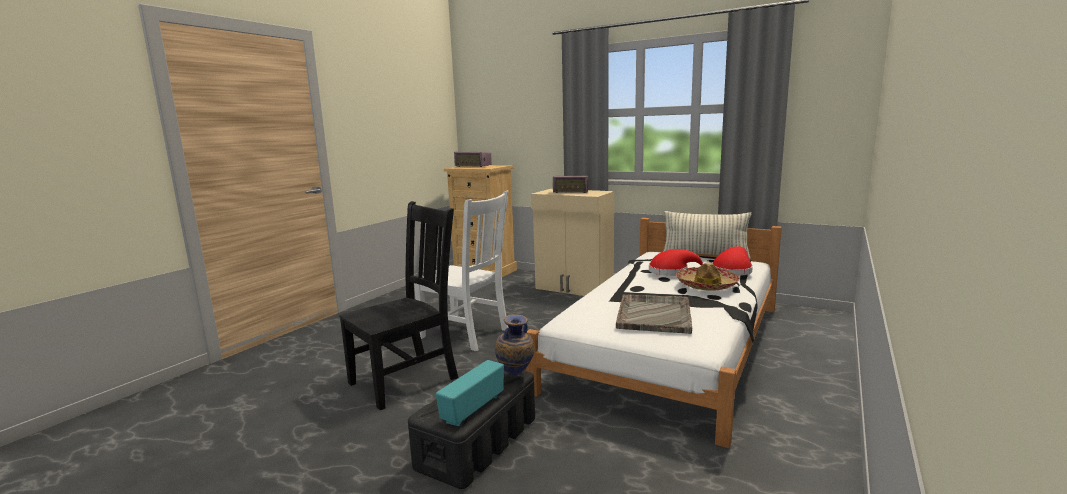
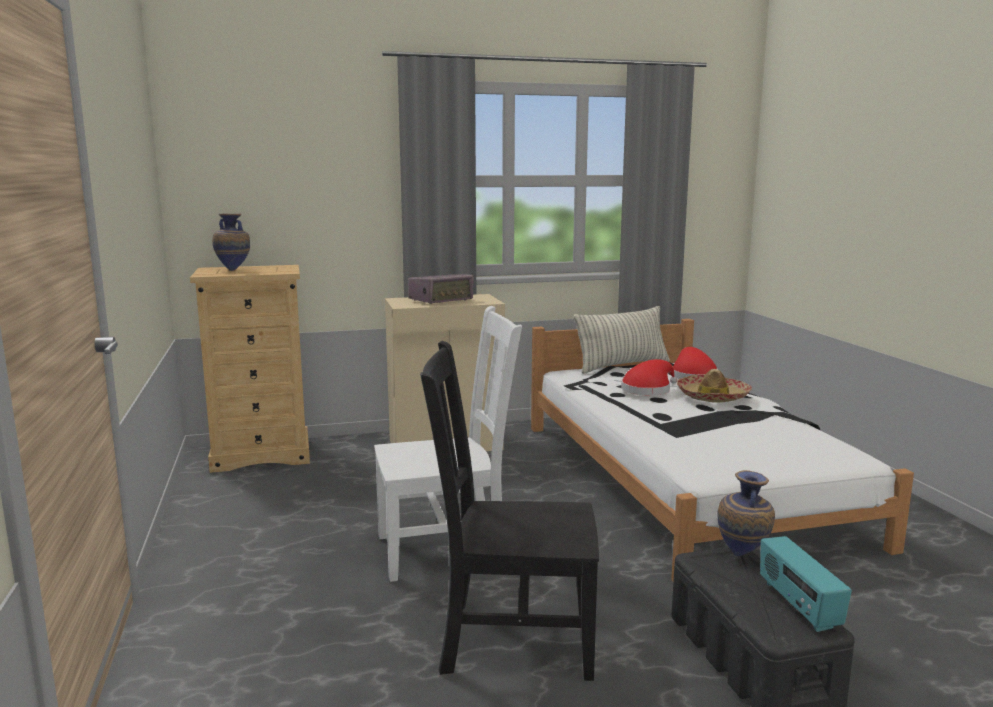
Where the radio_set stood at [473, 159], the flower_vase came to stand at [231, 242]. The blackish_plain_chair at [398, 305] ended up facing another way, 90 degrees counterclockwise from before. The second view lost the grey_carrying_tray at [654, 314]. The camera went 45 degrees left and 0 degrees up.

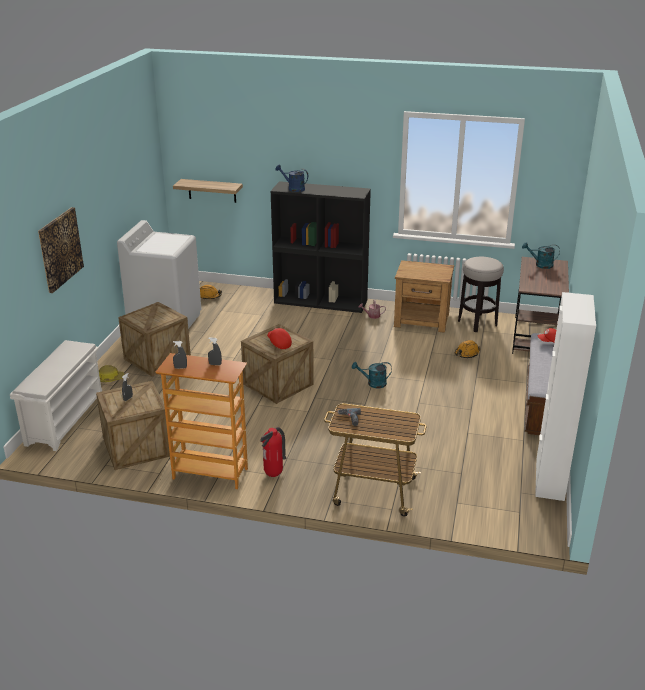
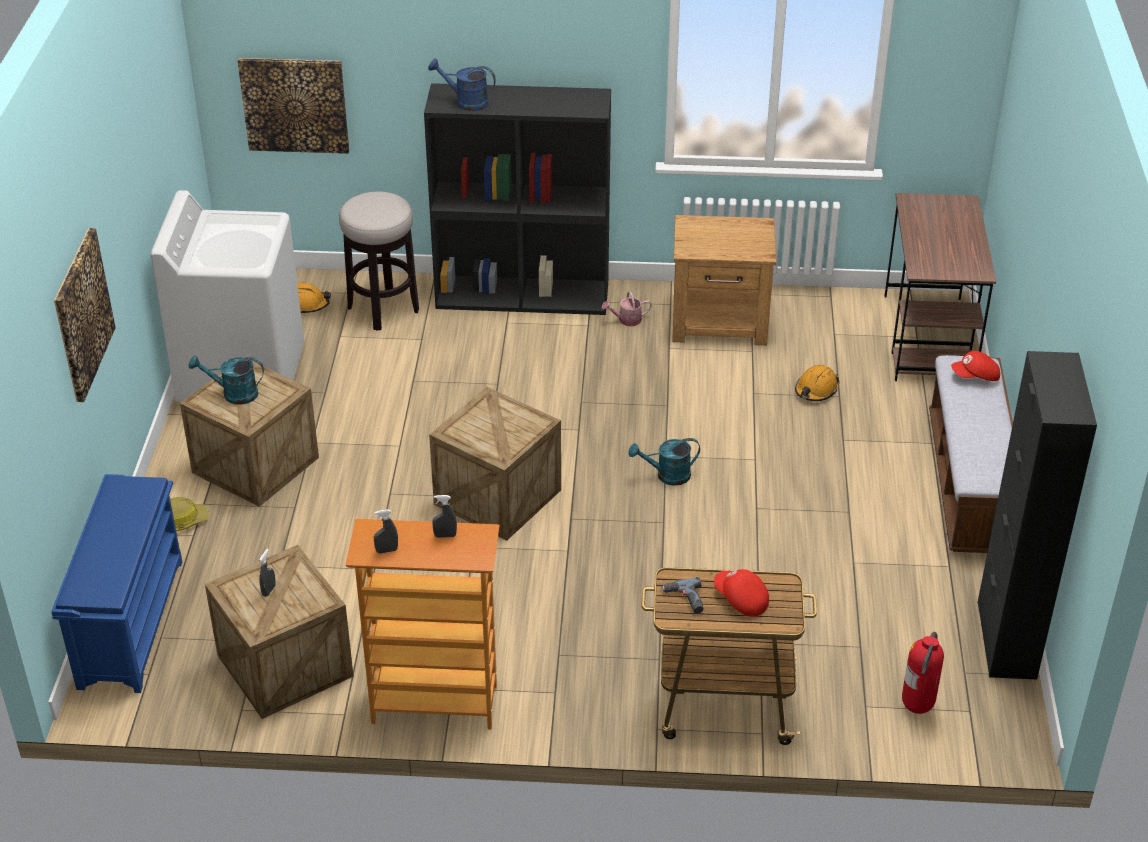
Where the shelf hung at [208, 191], the wall_art came to hang at [293, 106]. The blue-green_sprinkling_can ended up elsewhere, having gone from [541, 255] to [226, 380]. The stool ended up elsewhere, having gone from [481, 294] to [379, 261]. What was the white_cupboard at [565, 396] turned into the blackish_cupboard at [1037, 515]. The red_peaked_cap ended up elsewhere, having gone from [279, 338] to [741, 593]. What was the white_shoe_shelf at [56, 395] turned into the blue-coloured_shoe_shelf at [116, 583]. The fire-fighting_cylinder ended up elsewhere, having gone from [273, 452] to [923, 673]. The camera went 10 degrees left and 10 degrees up.

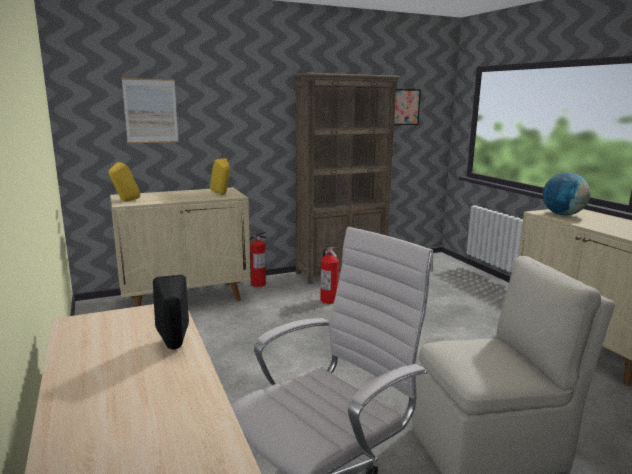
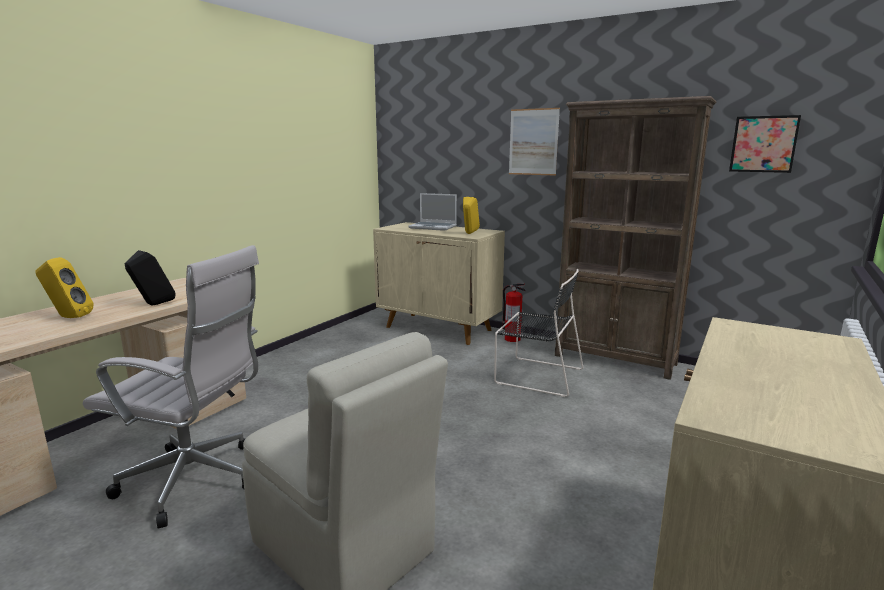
The wall_art ended up elsewhere, having gone from [150, 110] to [534, 142]. The yellow_audio_speaker ended up elsewhere, having gone from [124, 182] to [65, 287]. The second view lost the globe at [567, 193]. Where the fire-fighting_cylinder stood at [329, 275], the blackish_plain_chair came to stand at [538, 333]. The second view gained the laptop at [433, 212]. The camera went 55 degrees right and 0 degrees up.

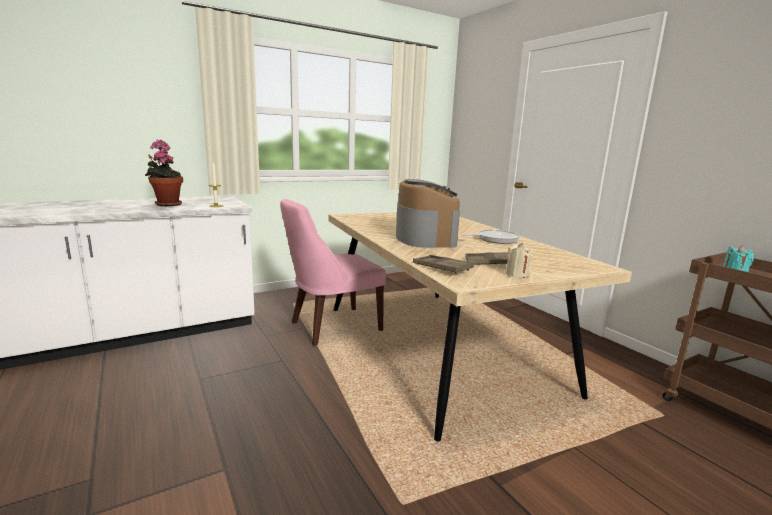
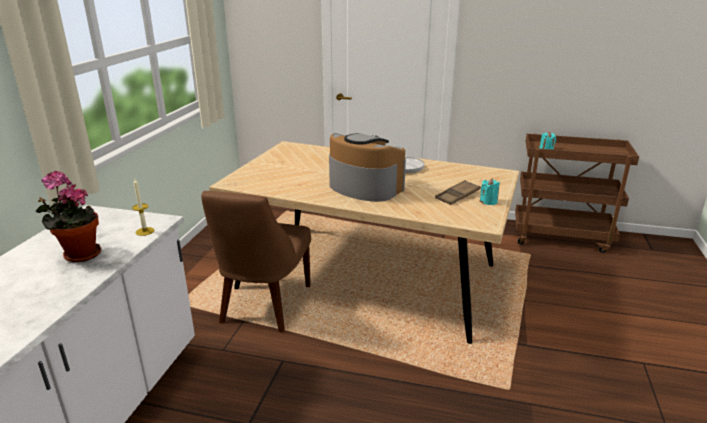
What was the pinkish_plain_chair at [333, 272] turned into the brownish_plain_chair at [256, 262]. What was the beige-coloured_wax_candle at [519, 260] turned into the blue-green_wax_candle at [490, 191]. The second view lost the brownish_carrying_tray at [443, 264]. The camera went 45 degrees left and 10 degrees up.

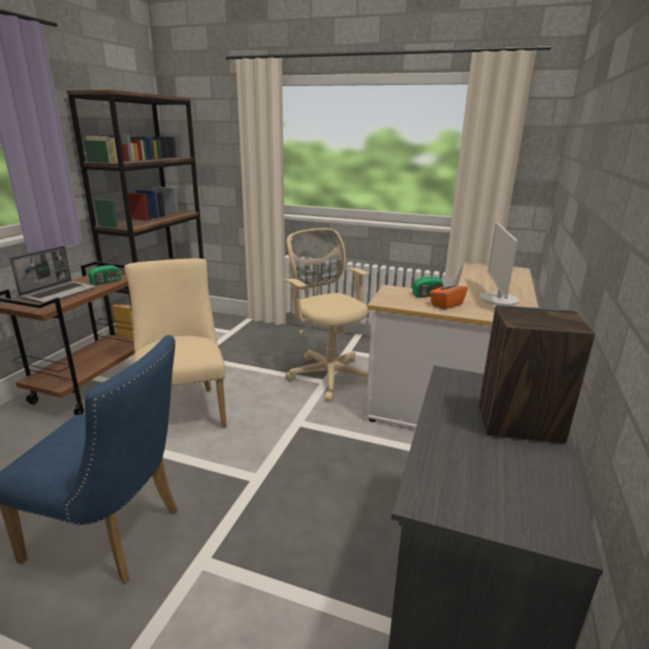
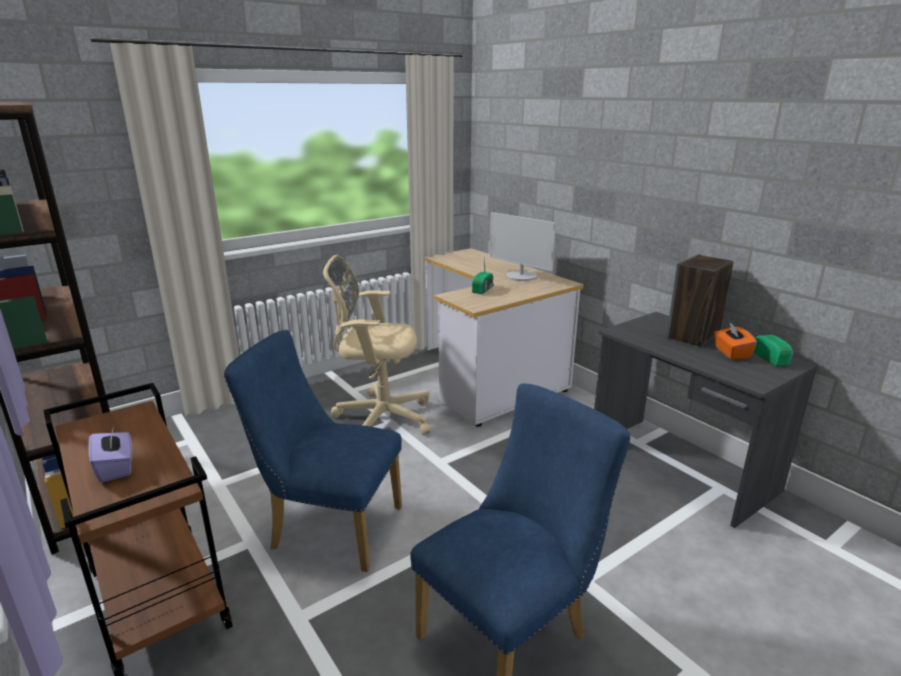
Where the laptop stood at [53, 274], the purple-coloured_tissue_box came to stand at [110, 453]. The radio_set ended up elsewhere, having gone from [104, 268] to [773, 341]. What was the beige-coloured_plain_chair at [175, 343] turned into the blue-coloured_plain_chair at [313, 451]. The orange_tissue_box ended up elsewhere, having gone from [448, 293] to [735, 341]. The camera went 55 degrees left and 0 degrees up.

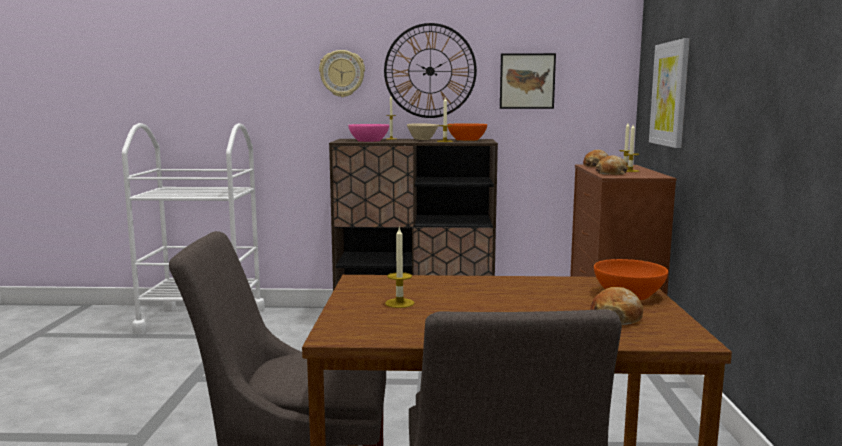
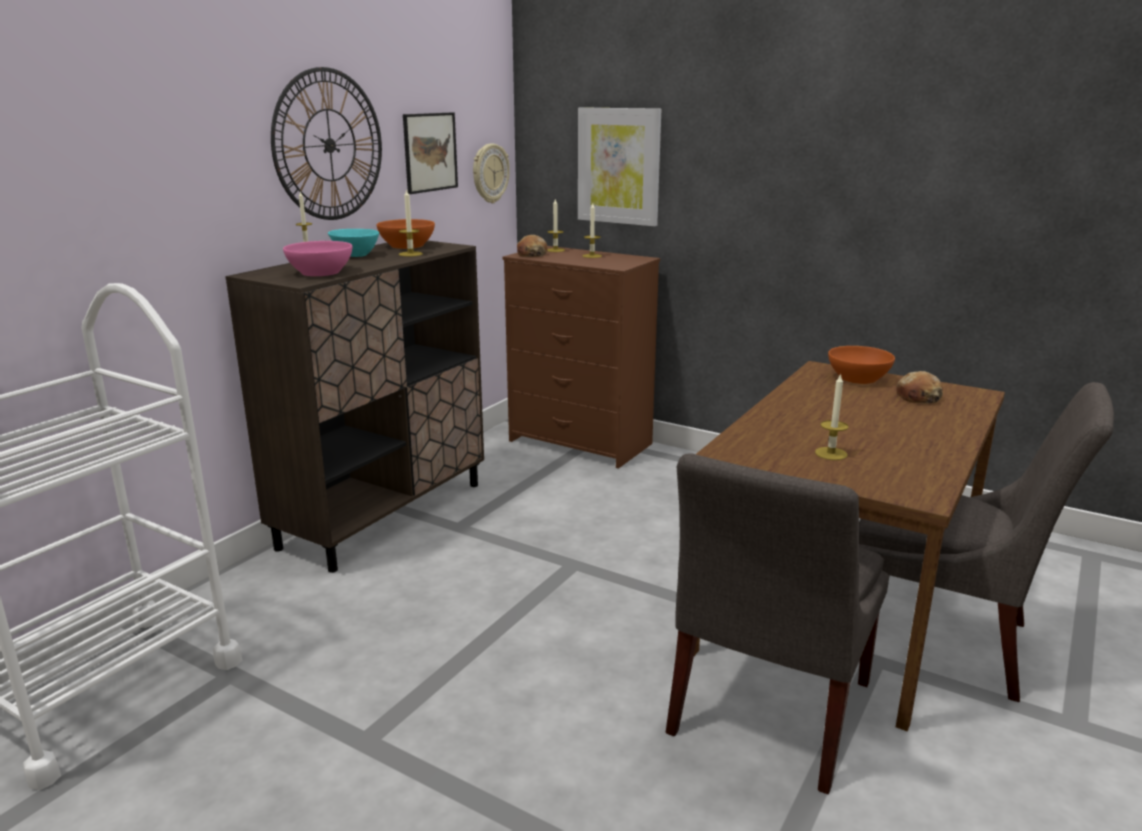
The clock_on_the_wall ended up elsewhere, having gone from [342, 73] to [491, 173]. What was the beige-coloured_deep_dish at [422, 131] turned into the blue-green_deep_dish at [353, 243]. The second view lost the bread at [611, 165]. The camera went 60 degrees left and 10 degrees up.

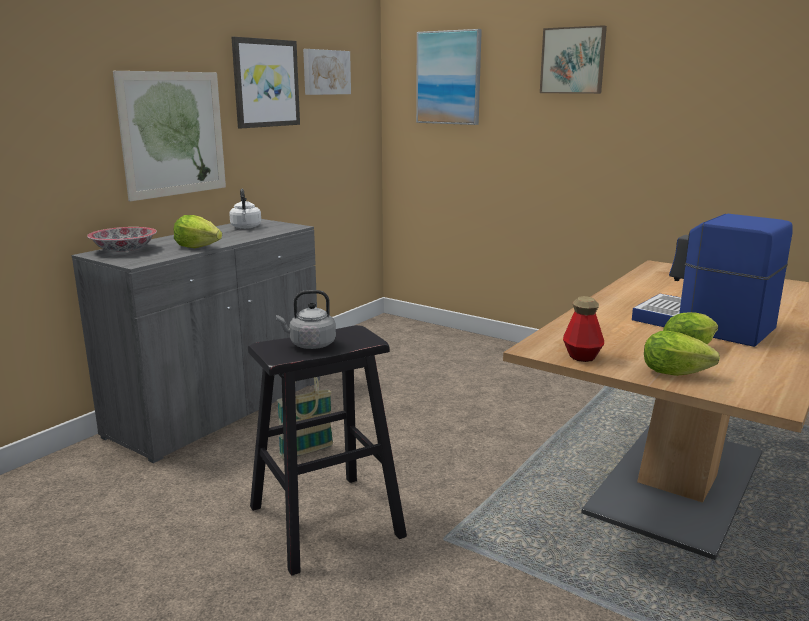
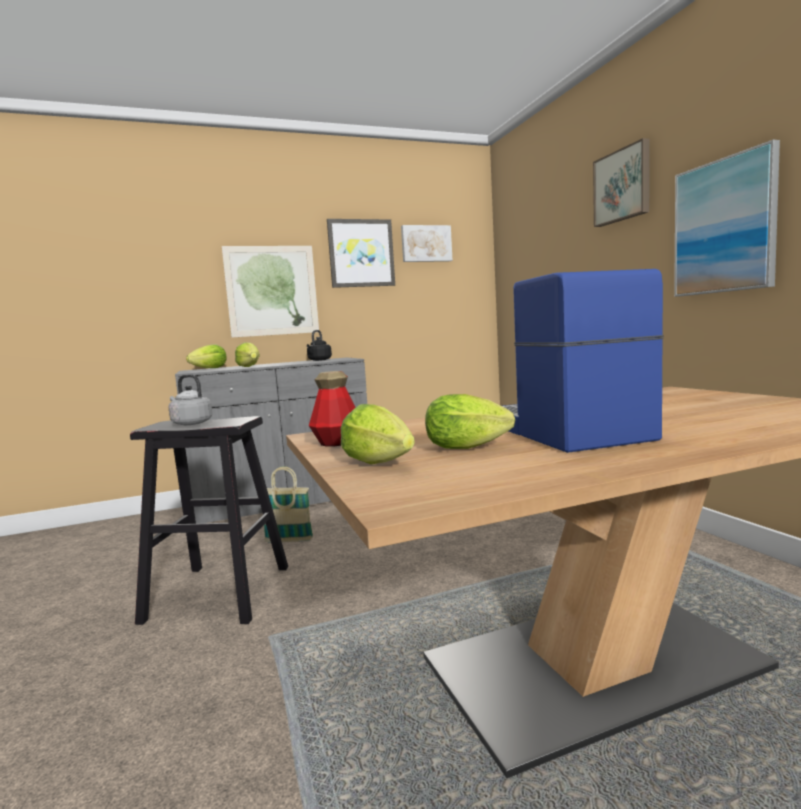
The wall_art ended up elsewhere, having gone from [449, 77] to [727, 218]. What was the white_tea_kettle at [245, 209] turned into the blackish_tea_kettle at [319, 345]. Where the deep_dish stood at [122, 239], the head_of_lettuce came to stand at [206, 356]. The camera went 35 degrees right and 10 degrees down.

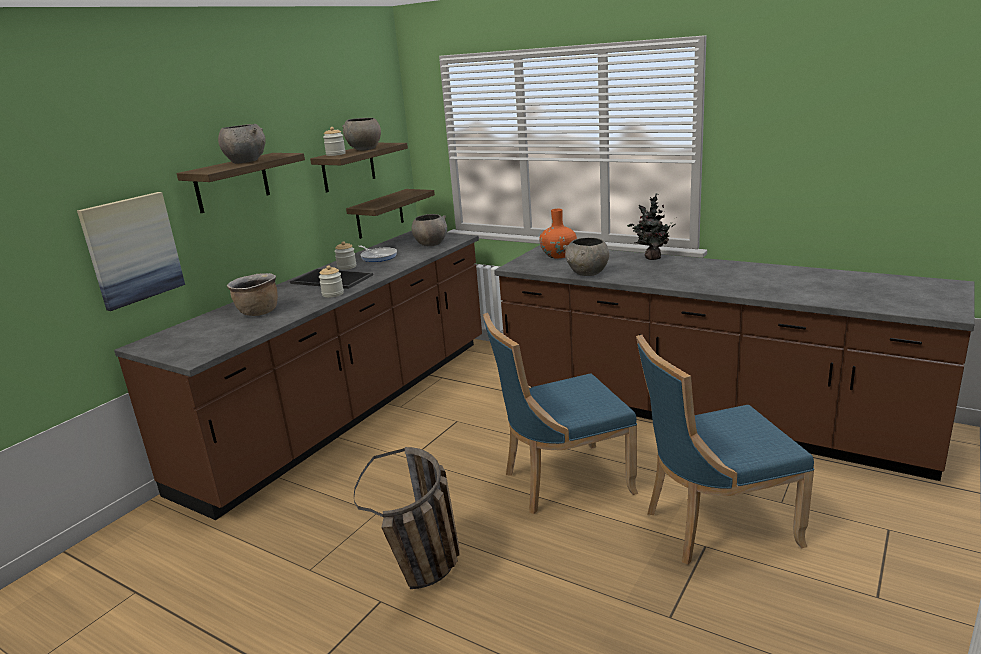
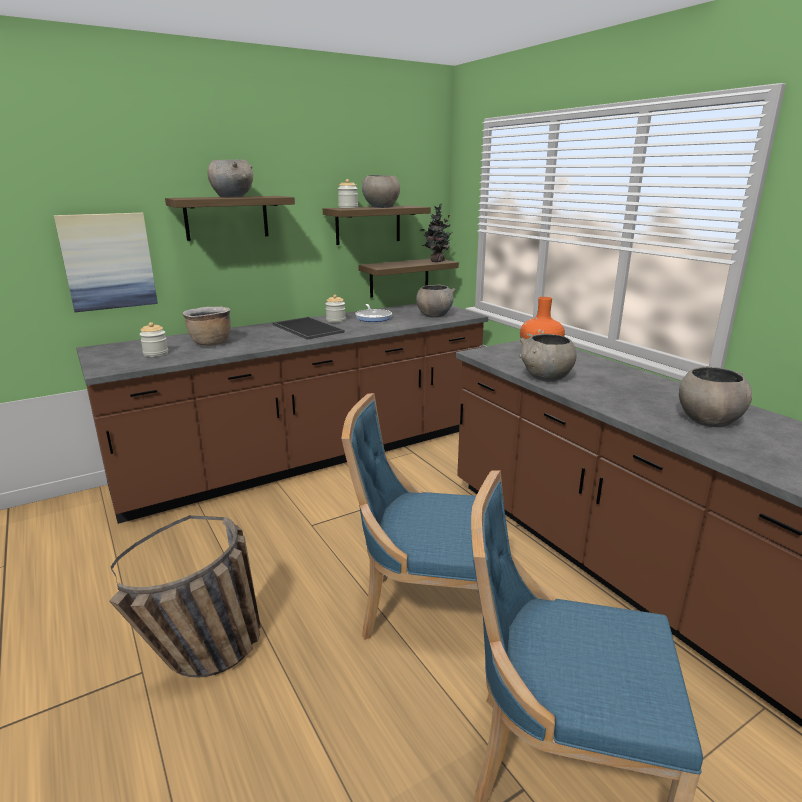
The plant_in_a_pot ended up elsewhere, having gone from [651, 226] to [437, 233]. The preserve_jar ended up elsewhere, having gone from [331, 281] to [153, 339]. The second view gained the grey_deep_dish at [715, 396]. The camera went 25 degrees right and 0 degrees up.

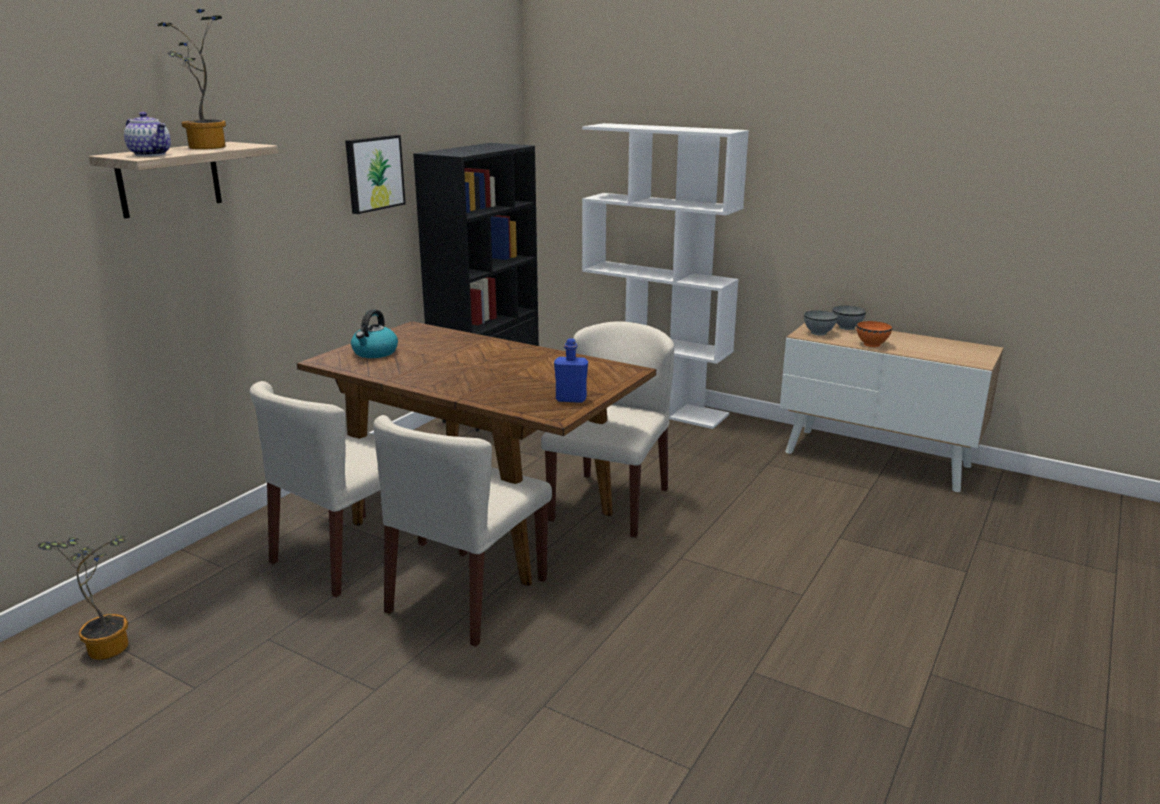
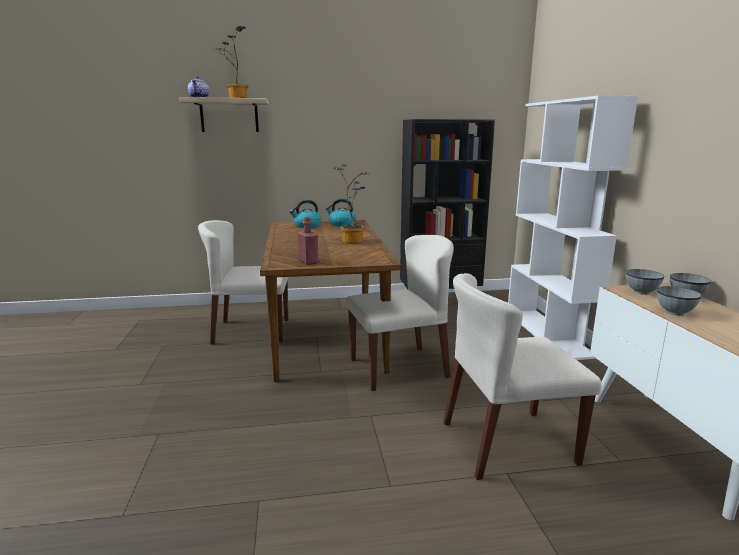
The second view lost the wall_art at [375, 174]. What was the orange_deep_dish at [874, 334] turned into the grey_deep_dish at [679, 301]. What was the blue-coloured_drink_bottle at [571, 370] turned into the red_drink_bottle at [308, 241]. The beige-coloured_plain_chair ended up elsewhere, having gone from [462, 531] to [522, 376]. The plant_in_a_pot ended up elsewhere, having gone from [83, 598] to [351, 204]. The second view gained the tea_kettle at [341, 212]. The camera went 50 degrees right and 5 degrees down.

